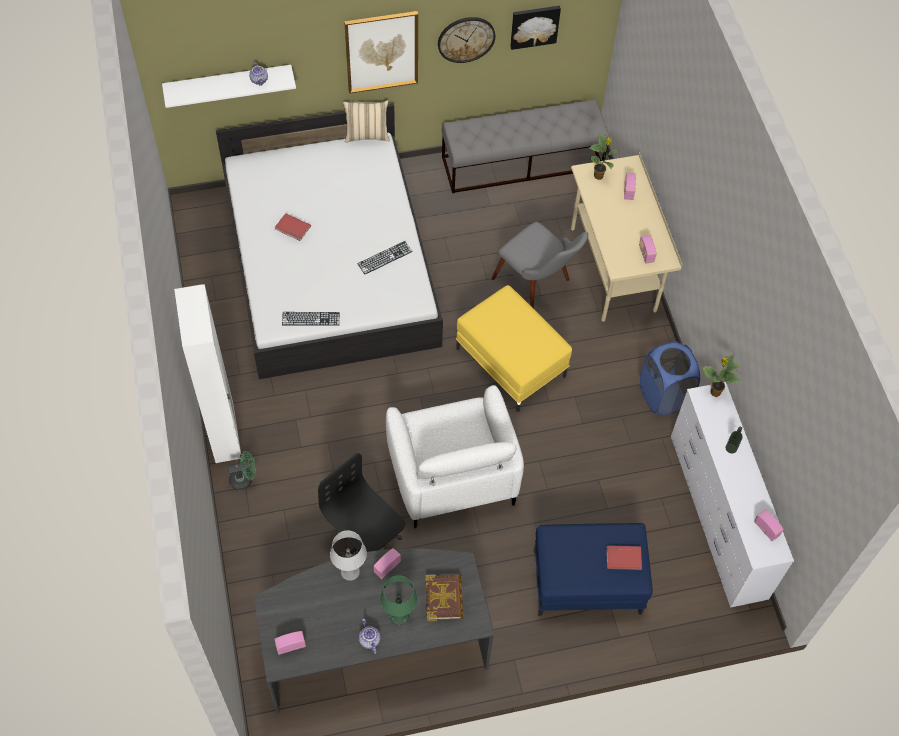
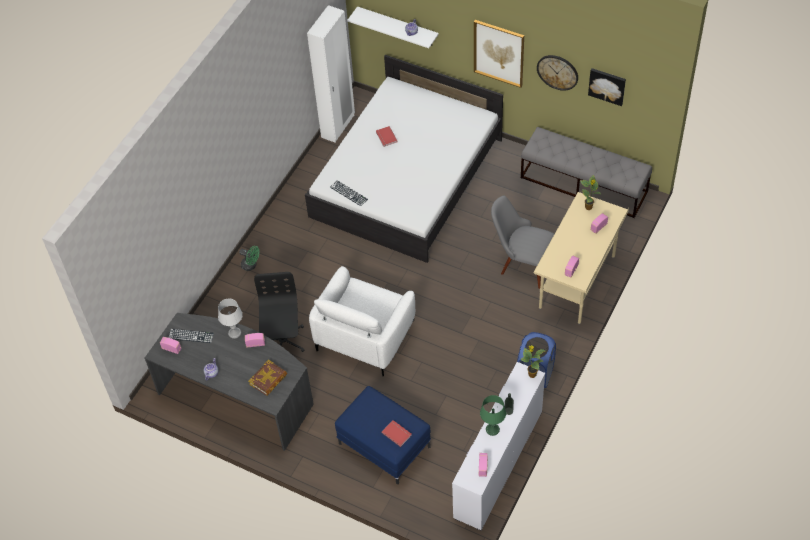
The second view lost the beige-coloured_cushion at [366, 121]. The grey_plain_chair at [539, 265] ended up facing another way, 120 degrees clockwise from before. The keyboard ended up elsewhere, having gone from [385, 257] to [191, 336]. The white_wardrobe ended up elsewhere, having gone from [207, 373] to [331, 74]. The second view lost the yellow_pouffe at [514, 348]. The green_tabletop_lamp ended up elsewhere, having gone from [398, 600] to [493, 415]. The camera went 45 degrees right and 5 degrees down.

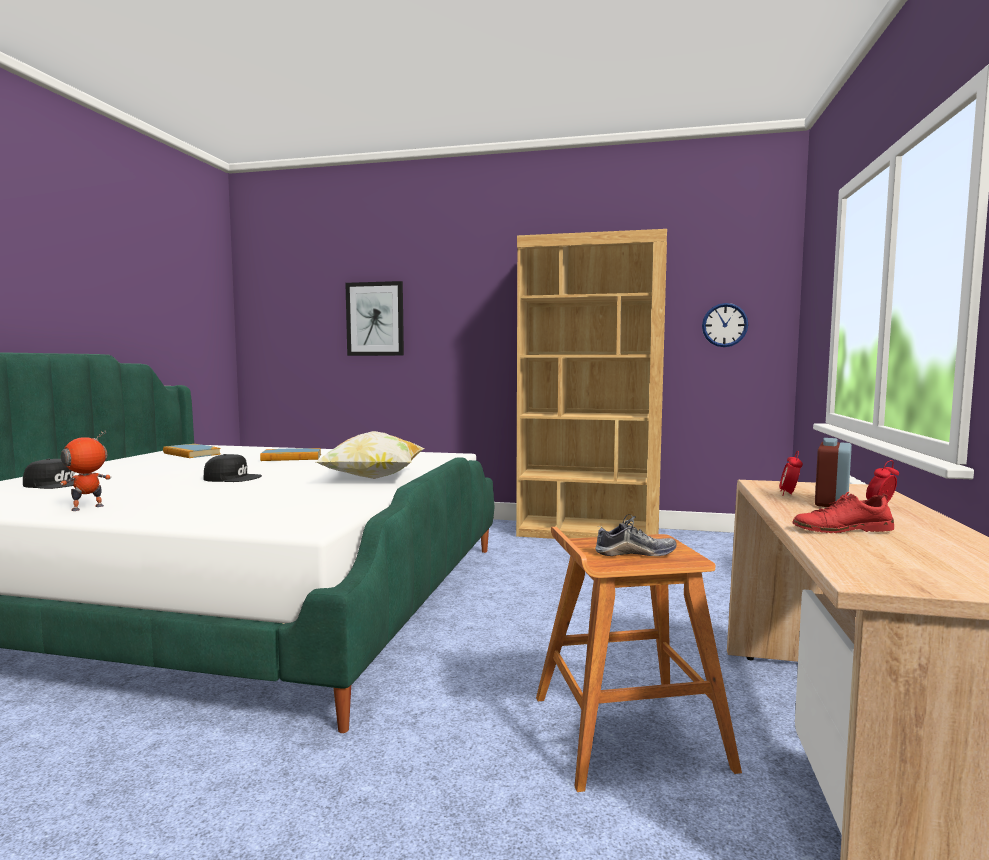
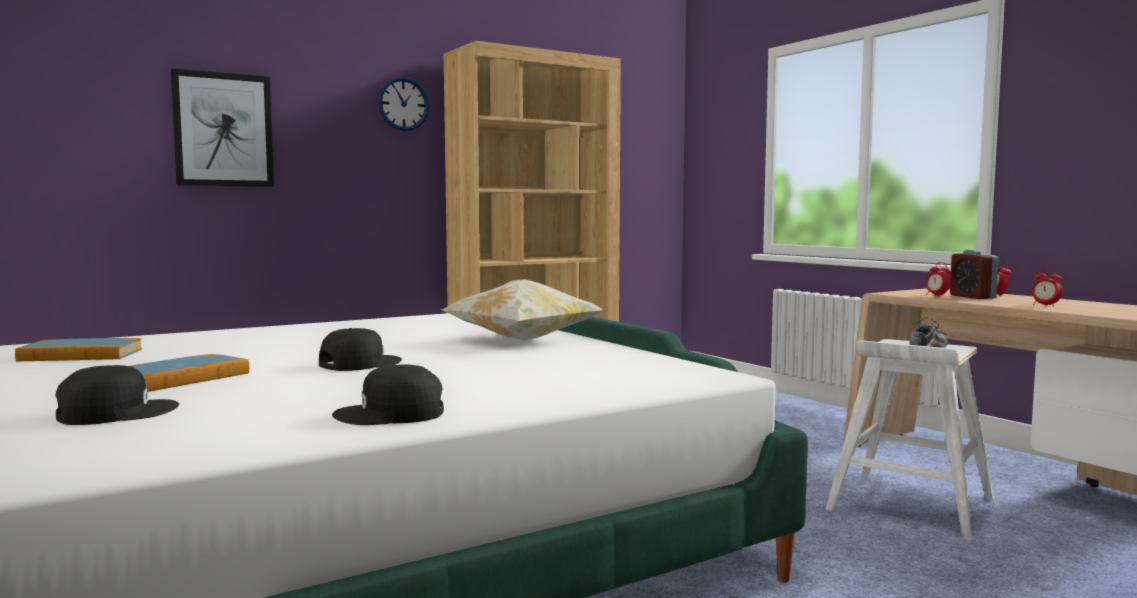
The clock_on_the_wall ended up elsewhere, having gone from [725, 325] to [403, 104]. Where the robot_figure stood at [86, 471], the blackish_peaked_cap came to stand at [388, 394]. The volume ended up elsewhere, having gone from [290, 454] to [189, 373]. Where the red_low_shoe stood at [843, 512], the alarm_clock came to stand at [1047, 287]. What was the brownish_stool at [639, 659] turned into the white_stool at [910, 439]. The camera went 45 degrees left and 0 degrees up.

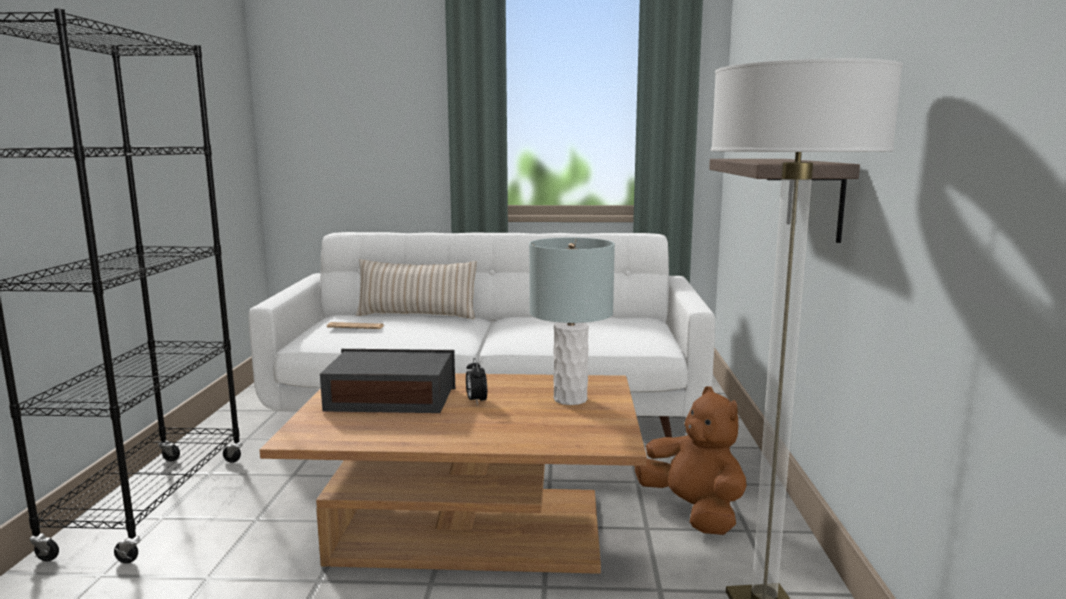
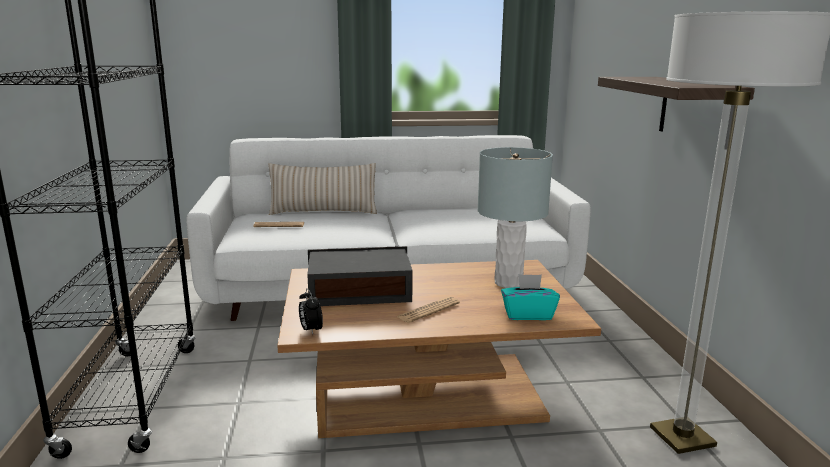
The alarm_clock ended up elsewhere, having gone from [476, 382] to [311, 311]. The second view lost the brownish_plush_toy at [691, 460]. The second view gained the blue-green_tissue_box at [530, 297]. The second view gained the newspaper at [428, 310]. The camera went 10 degrees left and 5 degrees up.

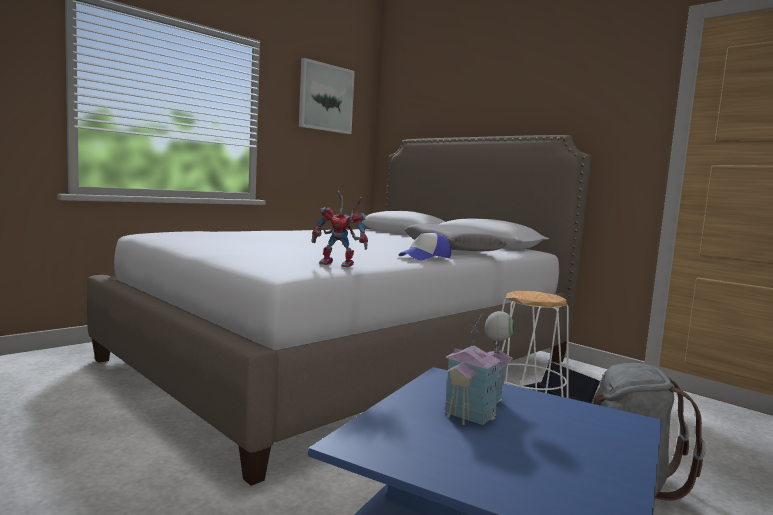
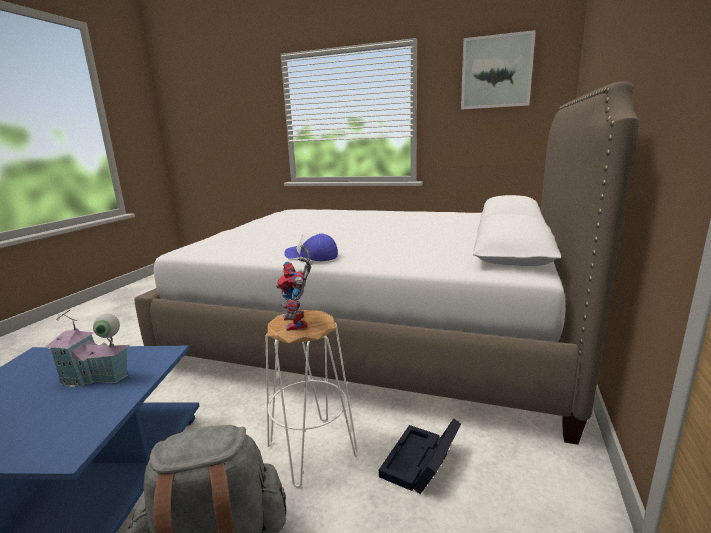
The robot_figure ended up elsewhere, having gone from [339, 229] to [294, 288]. The second view lost the grey_cushion at [456, 237]. The camera went 65 degrees right and 10 degrees up.

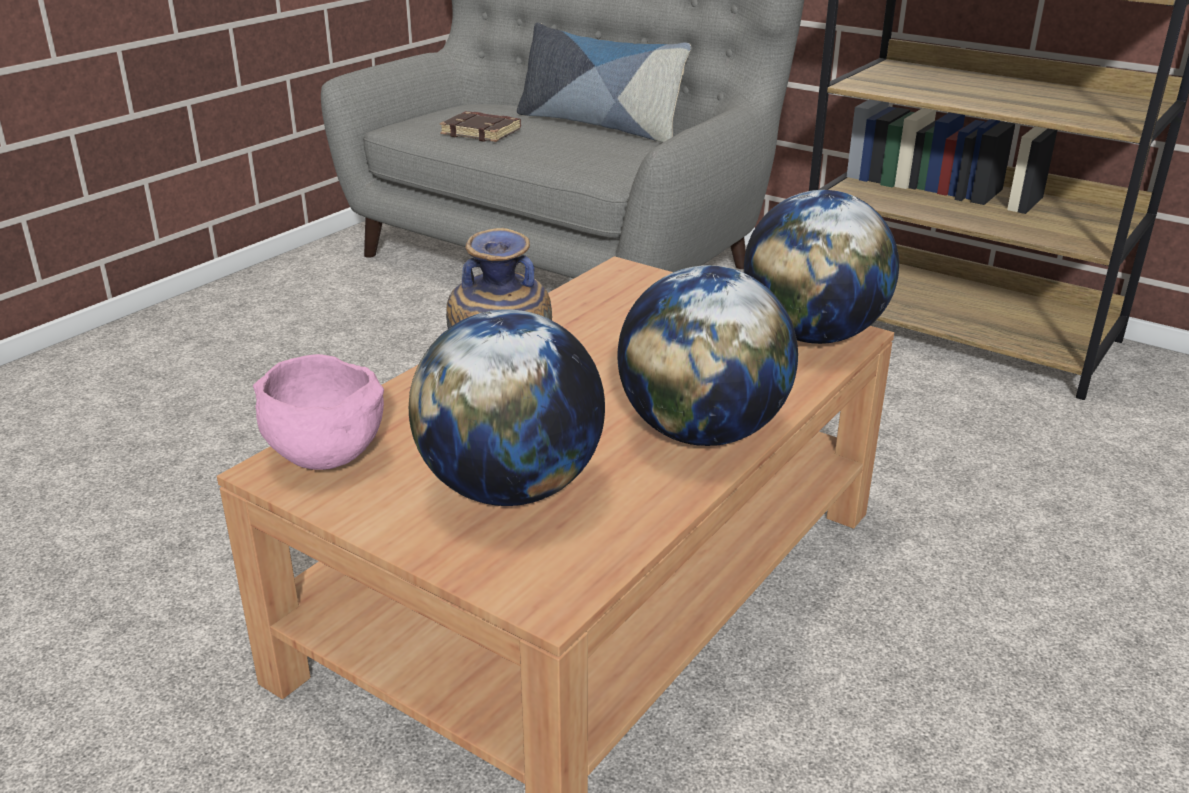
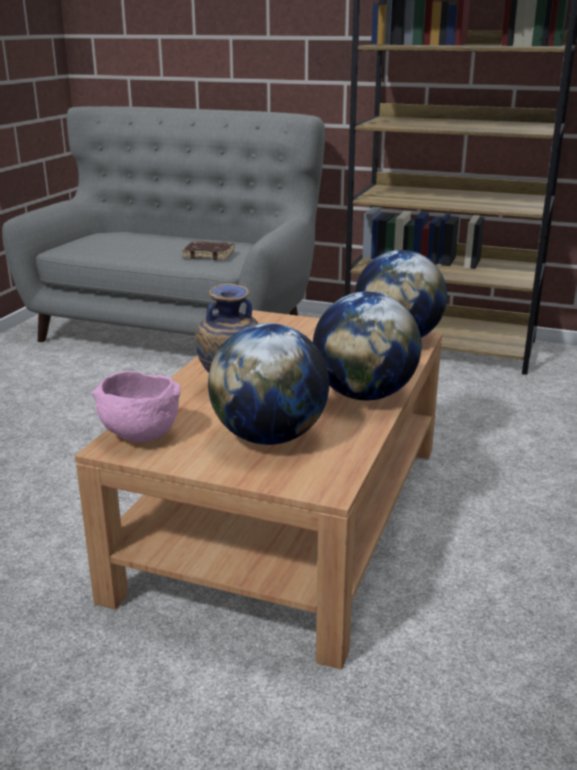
The second view lost the cushion at [604, 82]. The brownish_volume ended up elsewhere, having gone from [480, 126] to [208, 250]. The camera went 15 degrees left and 5 degrees down.

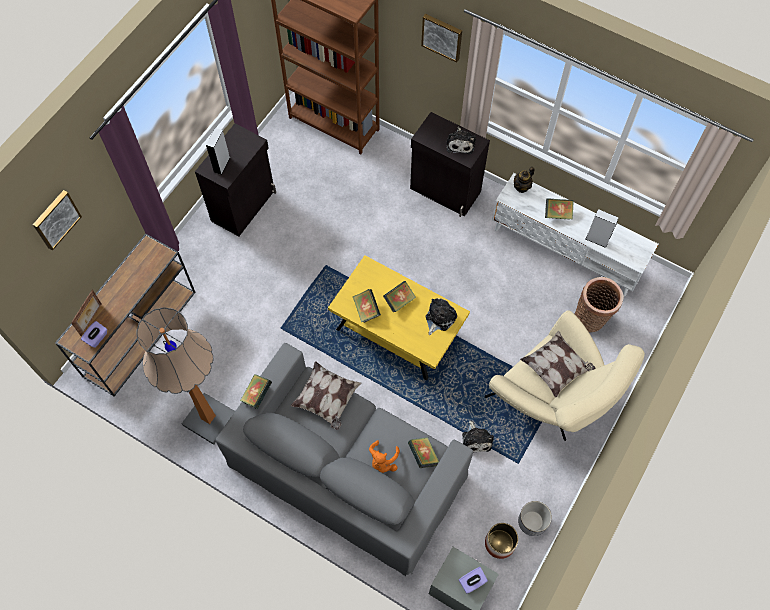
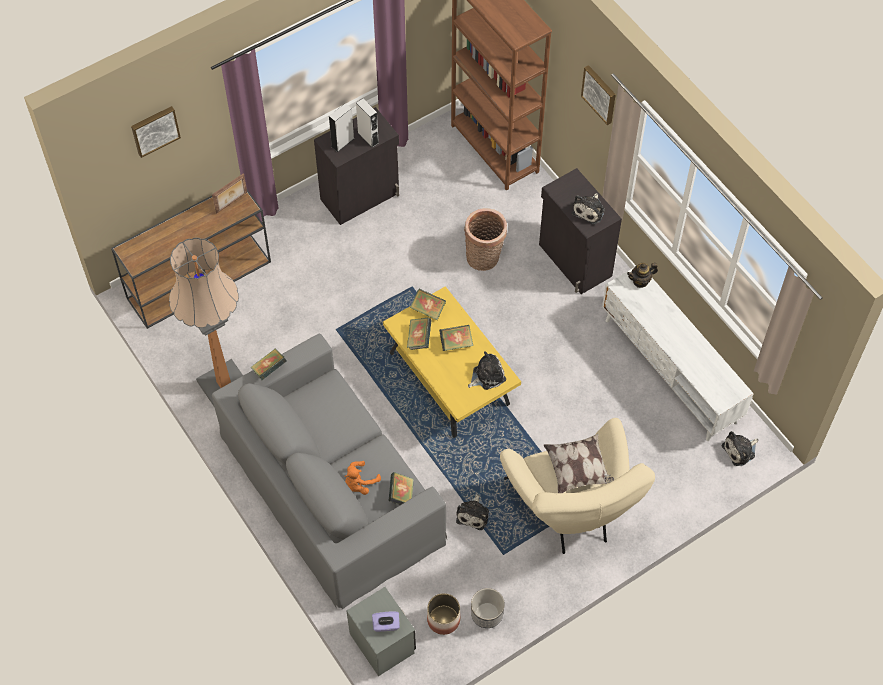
The volume ended up elsewhere, having gone from [559, 209] to [428, 304]. The grey_audio_speaker ended up elsewhere, having gone from [602, 228] to [367, 123]. The basket ended up elsewhere, having gone from [599, 305] to [485, 239]. The picture_frame ended up elsewhere, having gone from [86, 313] to [229, 193]. The second view lost the purple-coloured_tissue_box at [94, 334]. The second view lost the cushion at [326, 395]. The second view gained the plush_toy at [740, 448]. The camera went 25 degrees right and 5 degrees down.

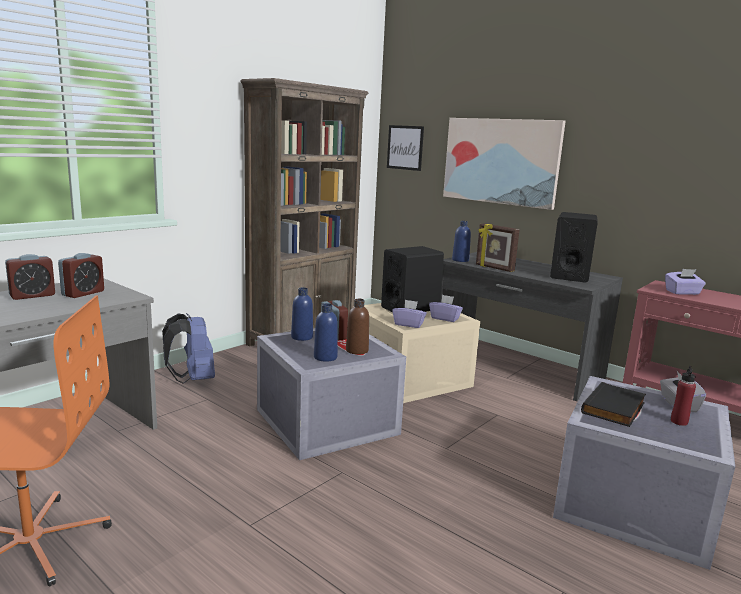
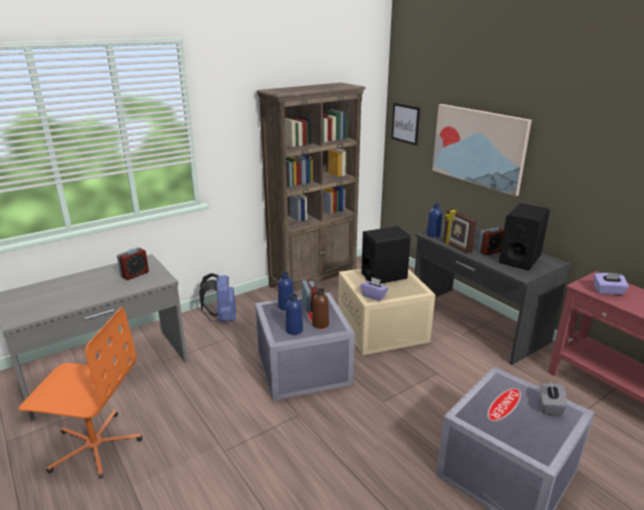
The alarm_clock ended up elsewhere, having gone from [30, 277] to [491, 241]. The second view lost the purple-coloured_tissue_box at [446, 308]. The second view lost the red_drink_bottle at [683, 396]. The second view lost the blackish_volume at [613, 404]. The camera went 15 degrees right and 10 degrees up.

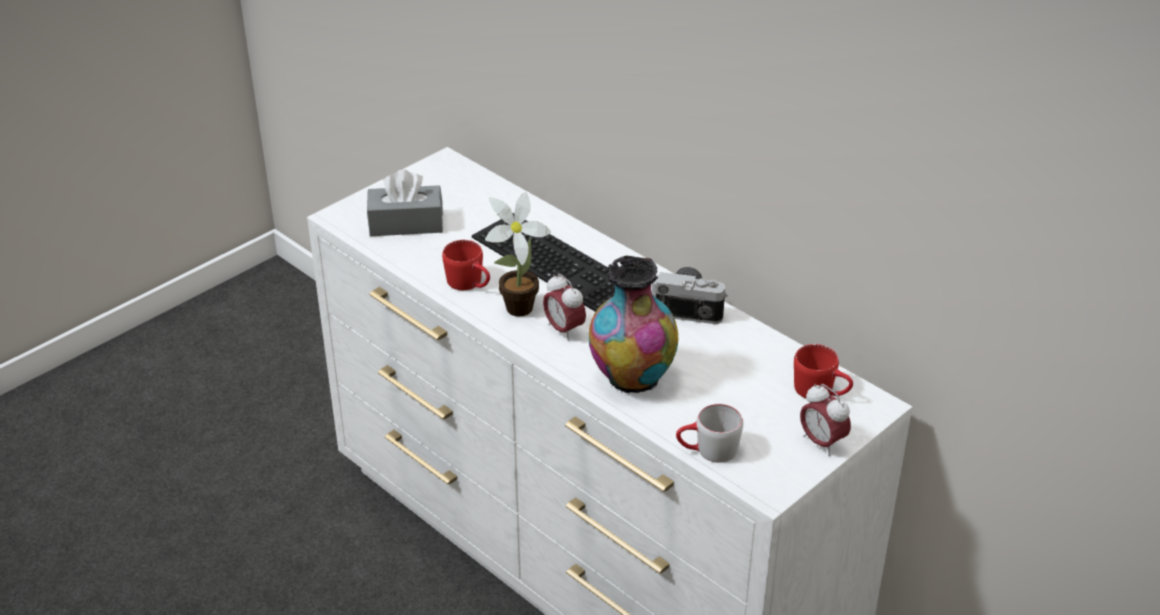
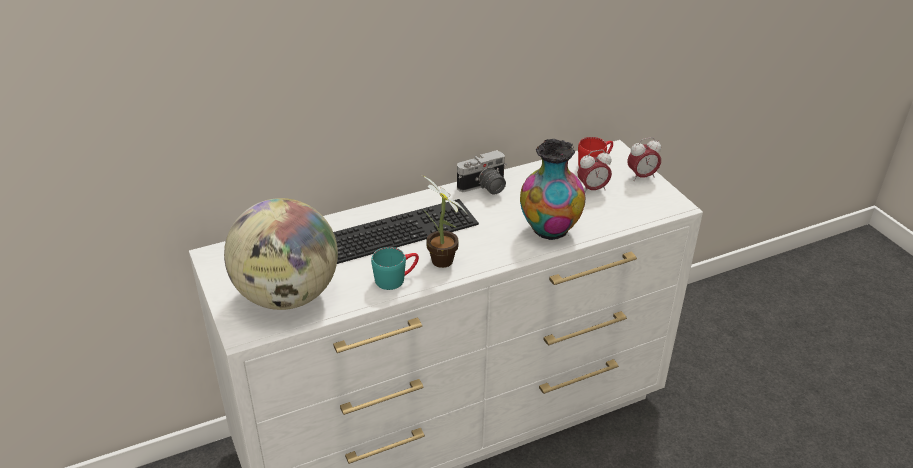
Where the grey_tissue_box stood at [405, 202], the globe came to stand at [281, 254]. What was the red_coffee_mug at [466, 265] turned into the blue-green_coffee_mug at [395, 268]. The still_camera at [689, 295] ended up facing another way, 150 degrees counterclockwise from before. The alarm_clock ended up elsewhere, having gone from [564, 307] to [594, 171]. The second view lost the grey_coffee_mug at [709, 433]. The camera went 70 degrees left and 0 degrees up.

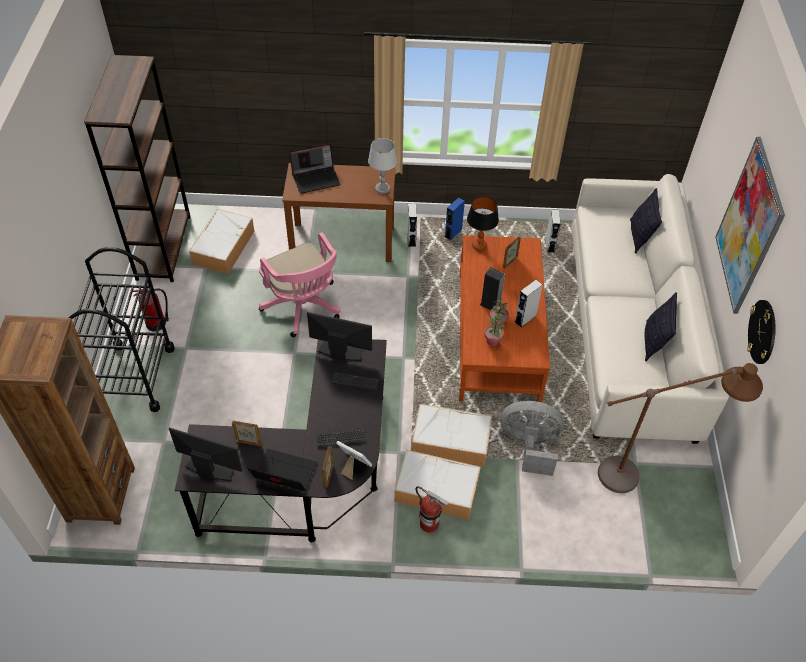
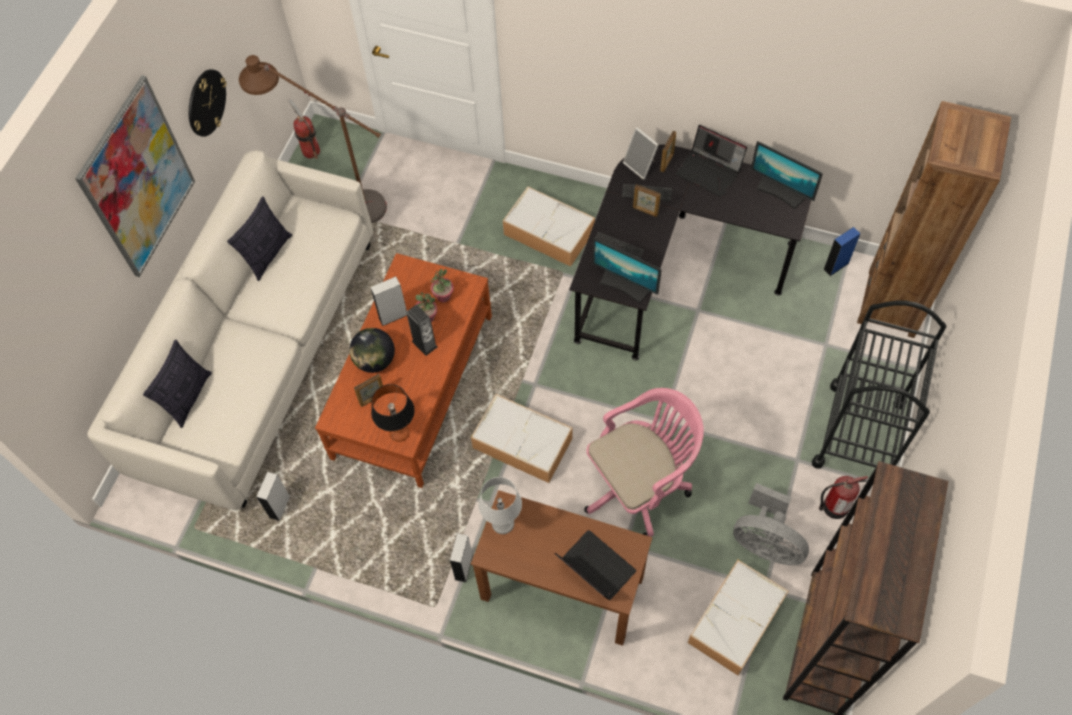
The laptop at [314, 169] ended up facing another way, 45 degrees clockwise from before. The blue-coloured_audio_speaker ended up elsewhere, having gone from [455, 218] to [841, 251]. The pinkish_computer_chair at [299, 284] ended up facing another way, 75 degrees clockwise from before. The grey_fan ended up elsewhere, having gone from [532, 438] to [771, 524]. The storage_bin ended up elsewhere, having gone from [451, 435] to [522, 438]. The picture_frame ended up elsewhere, having gone from [247, 433] to [647, 200]. The fire-fighting_cylinder ended up elsewhere, having gone from [432, 509] to [304, 129]. The second view gained the globe at [372, 350]. The camera went 160 degrees left and 10 degrees up.

